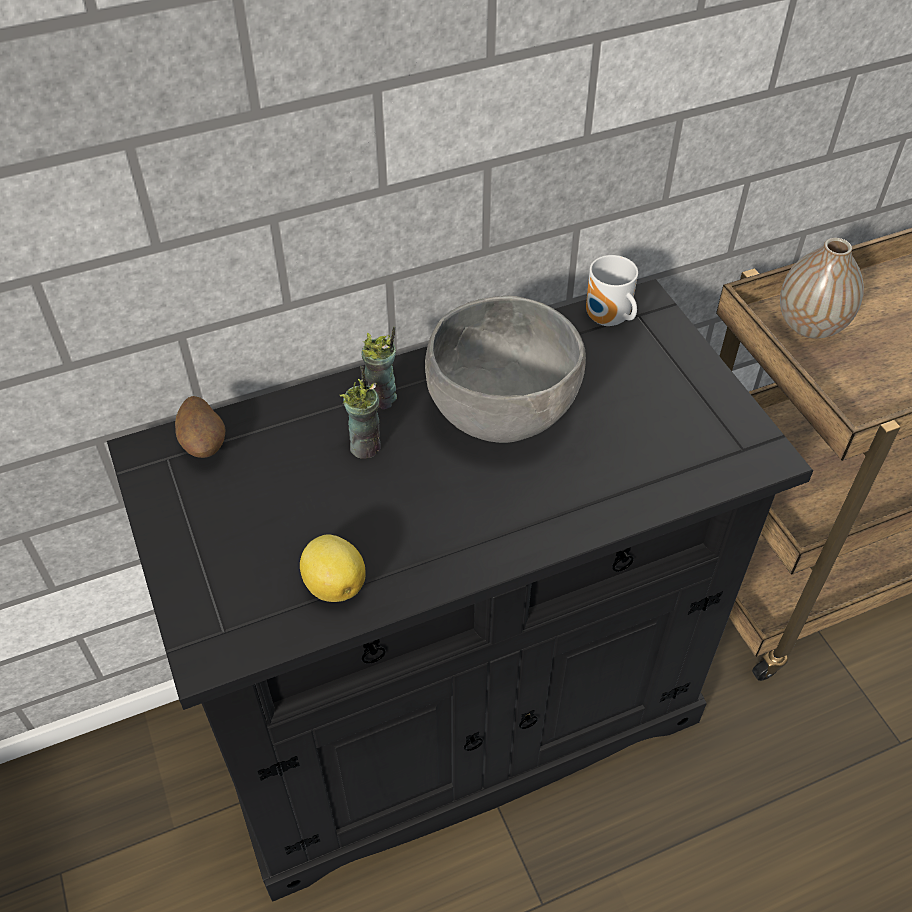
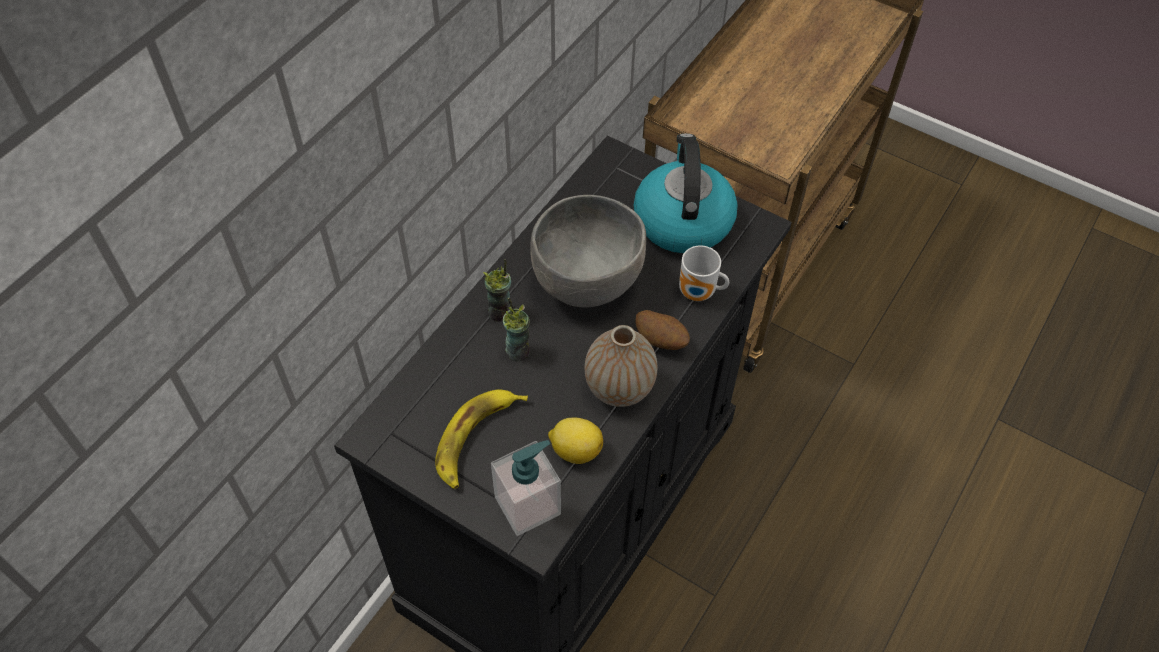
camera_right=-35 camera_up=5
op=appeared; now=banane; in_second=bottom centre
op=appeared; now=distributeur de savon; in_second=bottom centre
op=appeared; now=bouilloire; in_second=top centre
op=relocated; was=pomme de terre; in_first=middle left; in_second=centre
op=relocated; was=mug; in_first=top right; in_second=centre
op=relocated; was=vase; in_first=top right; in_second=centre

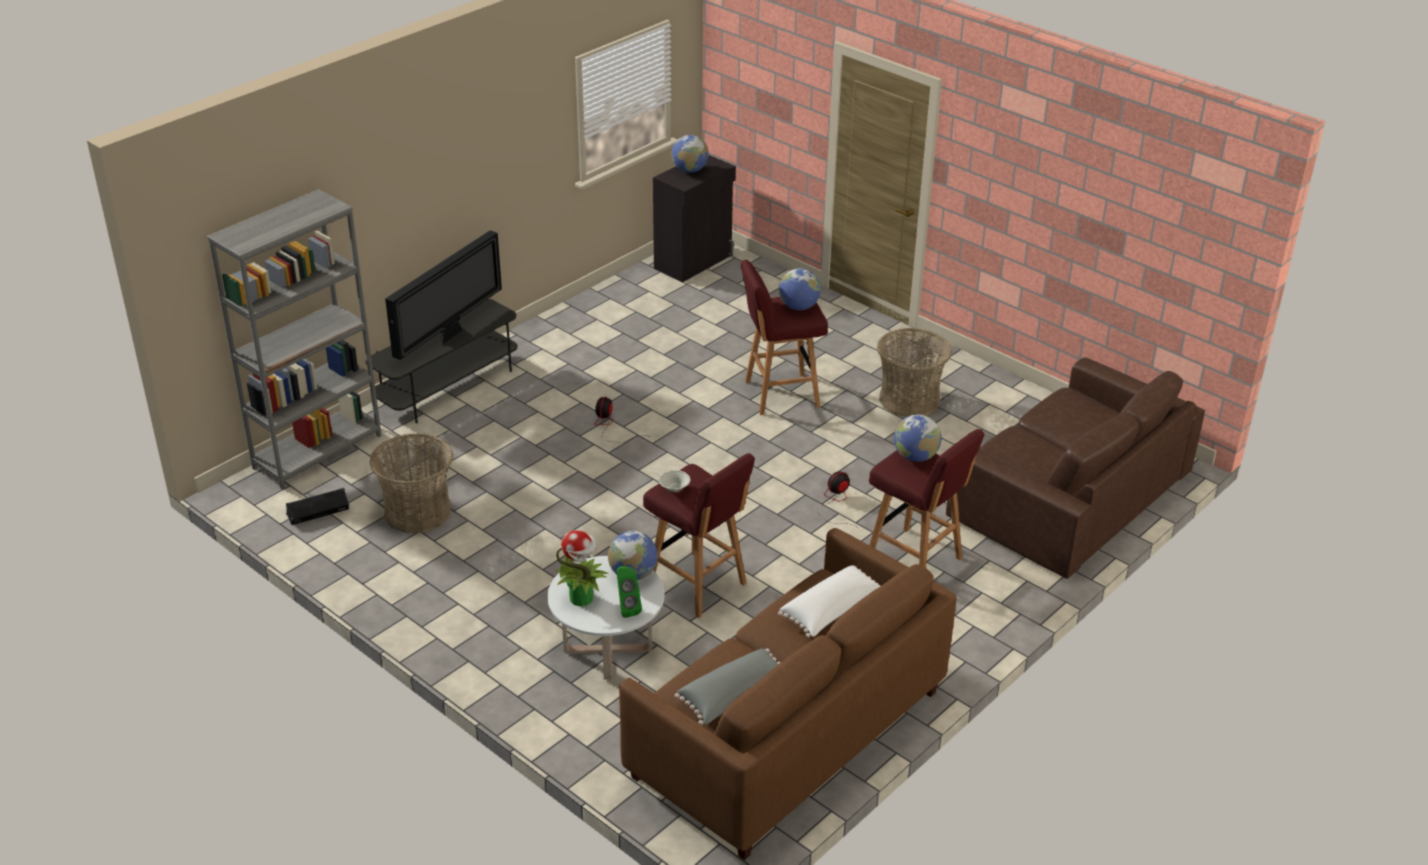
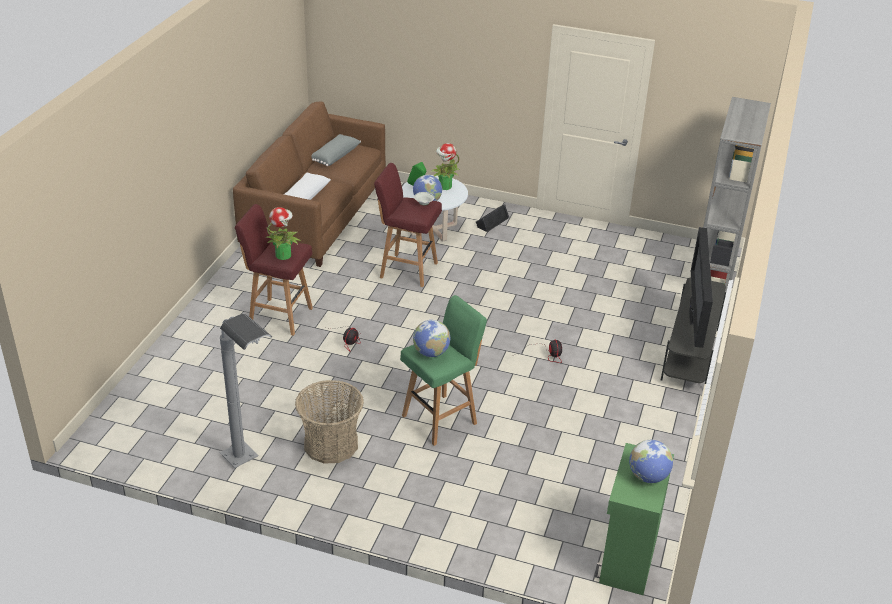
camera_right=155 camera_up=0
op=missing; was=panier (no. 1 from left); in_first=middle left
op=missing; was=canapé [marron] (no. 2 from left); in_first=middle right
op=appeared; now=lampadaire [gris]; in_second=middle left
op=relocated; was=enceinte [noir]; in_first=middle left; in_second=centre
op=exchanged; was=globe (no. 4 from left); now=plante en pot (no. 1 from left); in_first=centre; in_second=middle left
op=colour; was=meuble de rangement [noir]; now=meuble de rangement [vert]; in_first=top centre; in_second=bottom right
op=colour; was=tabouret [rouge] (no. 2 from left); now=tabouret [vert]; in_first=centre; in_second=centre

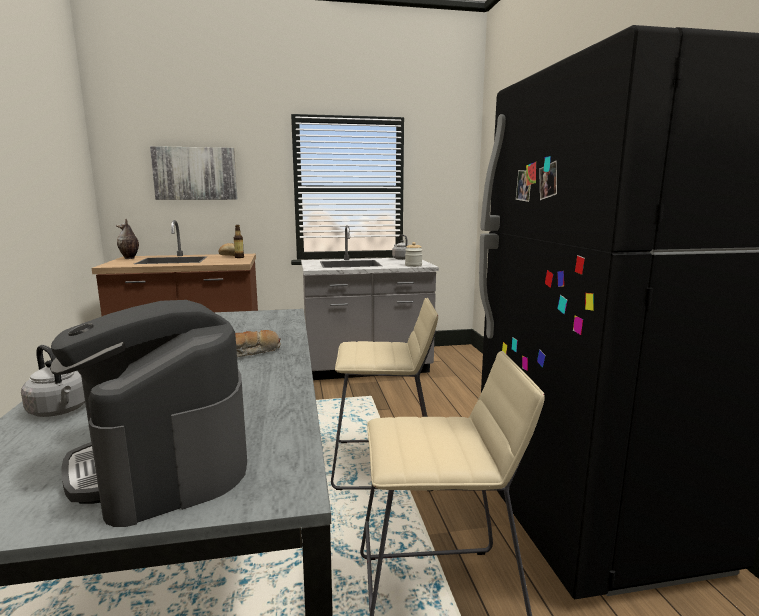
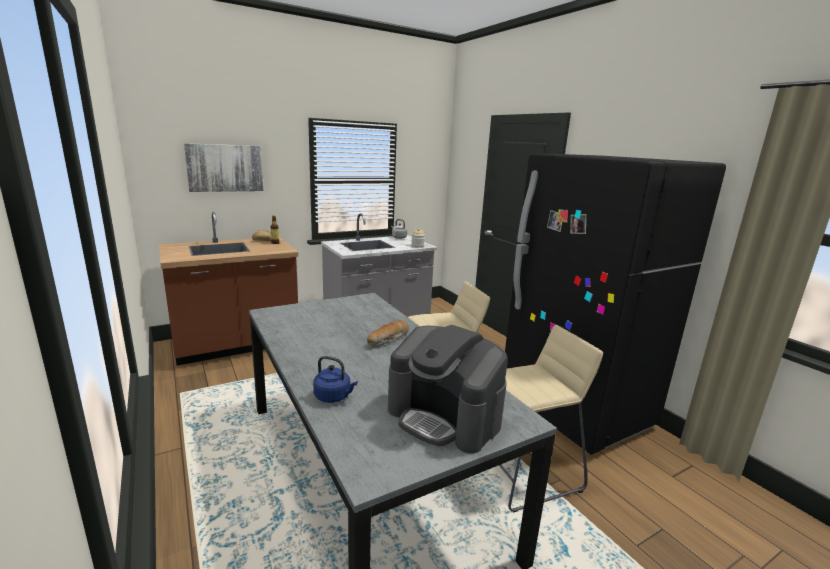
camera_right=-20 camera_up=5
op=missing; was=vase; in_first=middle left
op=colour; was=bouilloire [gris] (no. 1 from left); now=bouilloire [bleu]; in_first=middle left; in_second=centre

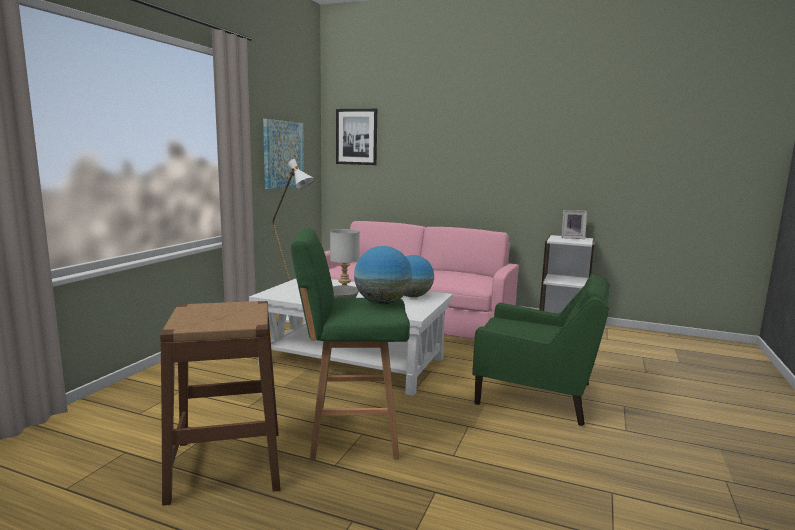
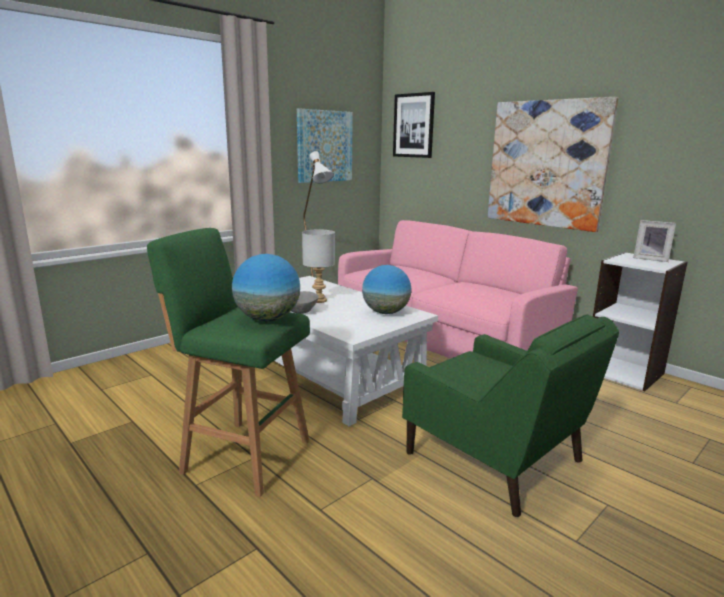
camera_right=25 camera_up=5
op=missing; was=tabouret [marron]; in_first=bottom left
op=appeared; now=tableau (no. 3 from left); in_second=top right

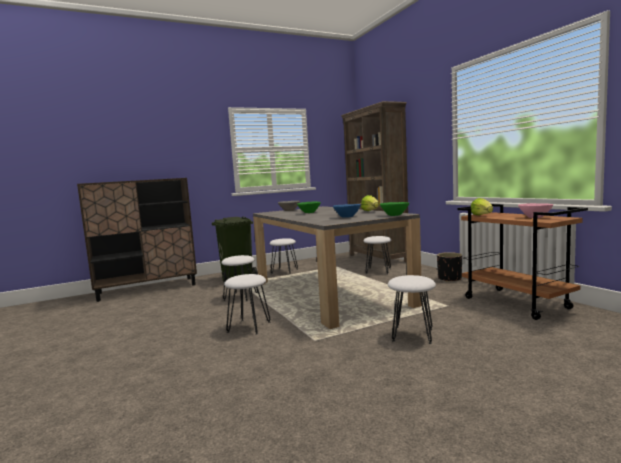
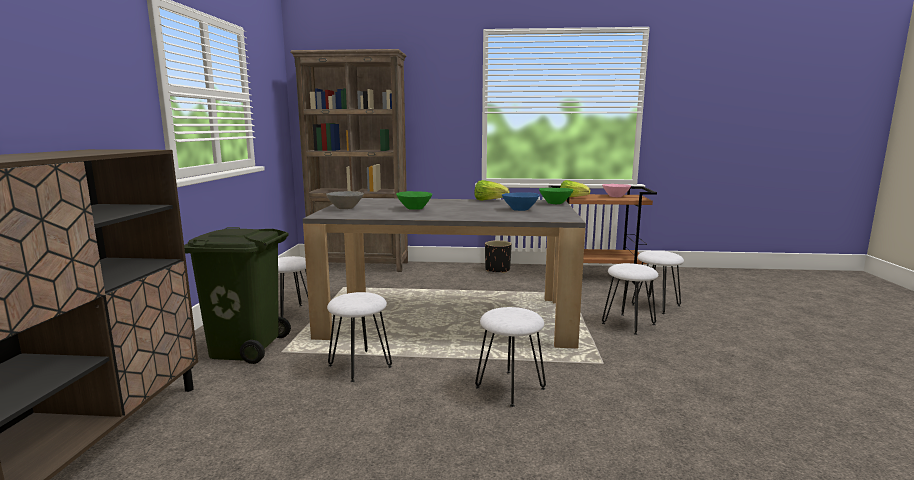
camera_right=-60 camera_up=5
op=relocated; was=tabouret [blanc] (no. 4 from left in the first image); now=tabouret [blanc] (no. 5 from left); in_first=centre; in_second=middle right

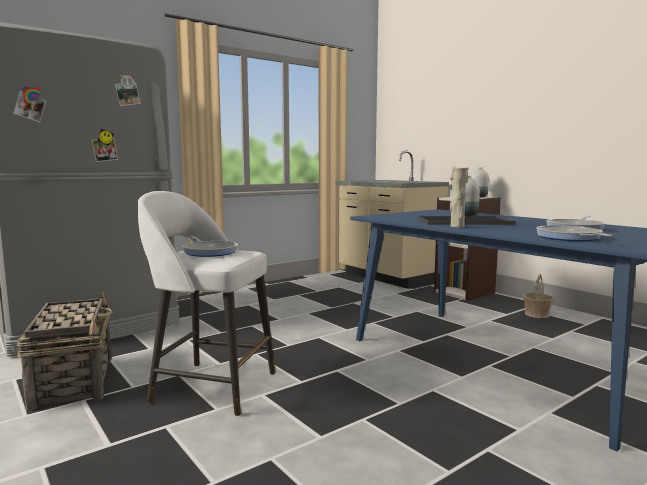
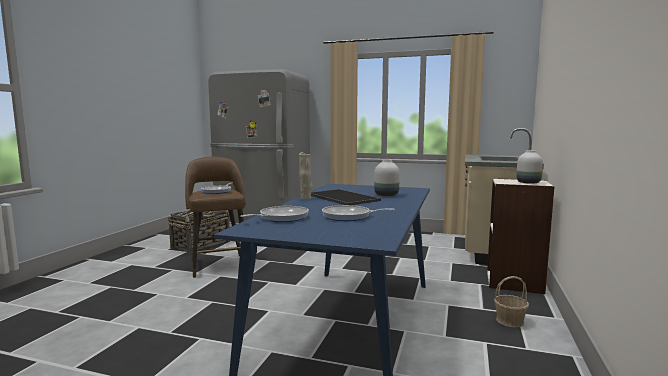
camera_right=55 camera_up=0
op=colour; was=tabouret [blanc]; now=tabouret [marron]; in_first=middle left; in_second=middle left

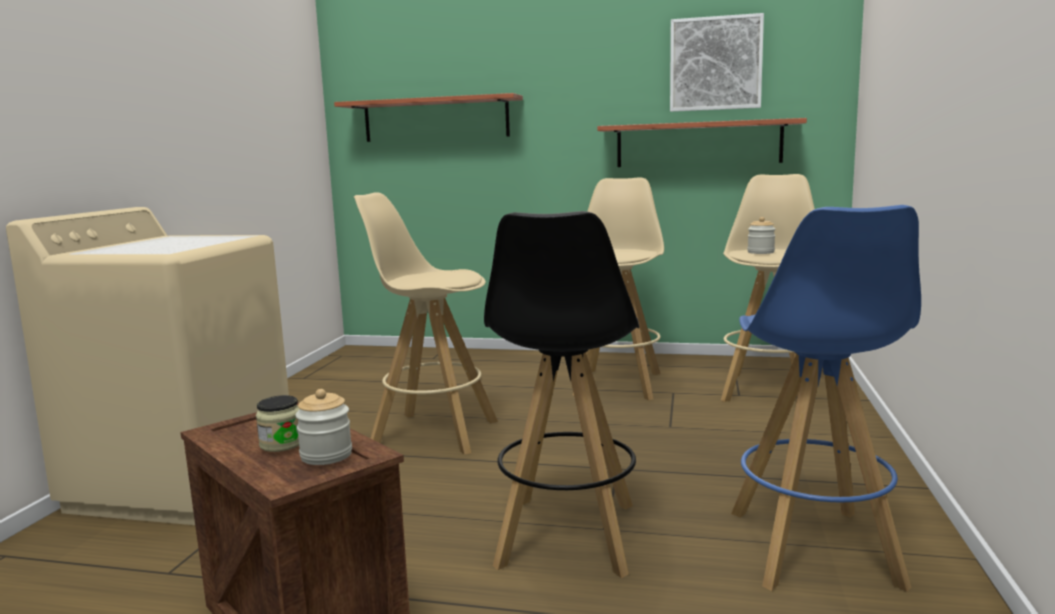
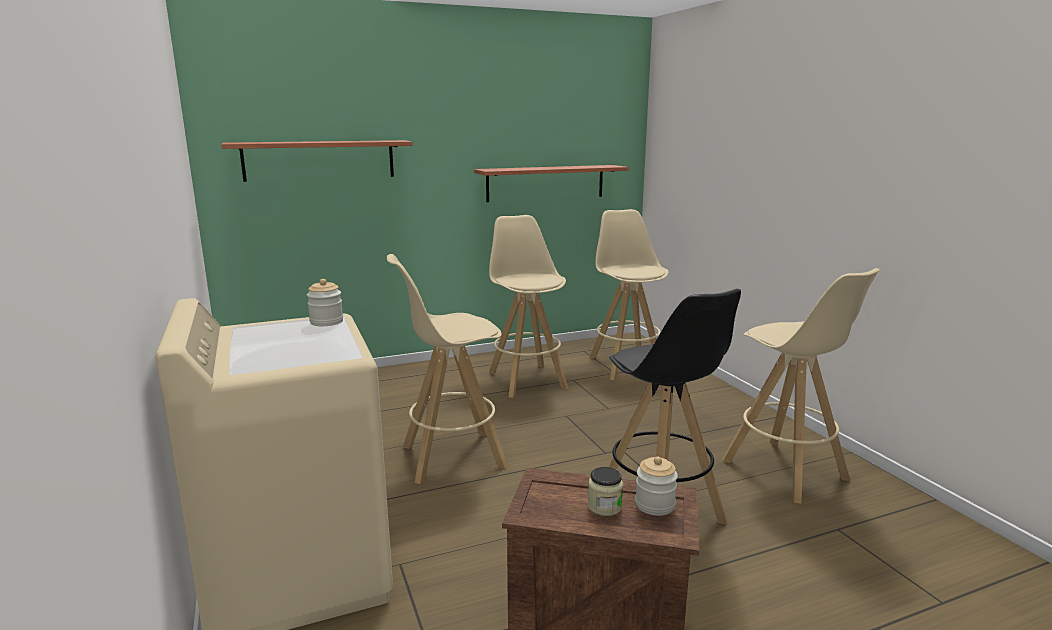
camera_right=-35 camera_up=5
op=missing; was=tableau; in_first=top right
op=relocated; was=bocal (no. 3 from left in the first image); now=bocal (no. 1 from left); in_first=middle right; in_second=middle left
op=colour; was=tabouret [bleu]; now=tabouret [beige] (no. 4 from left); in_first=middle right; in_second=middle right

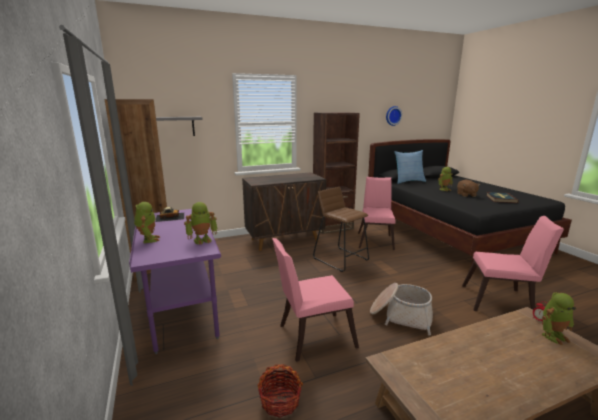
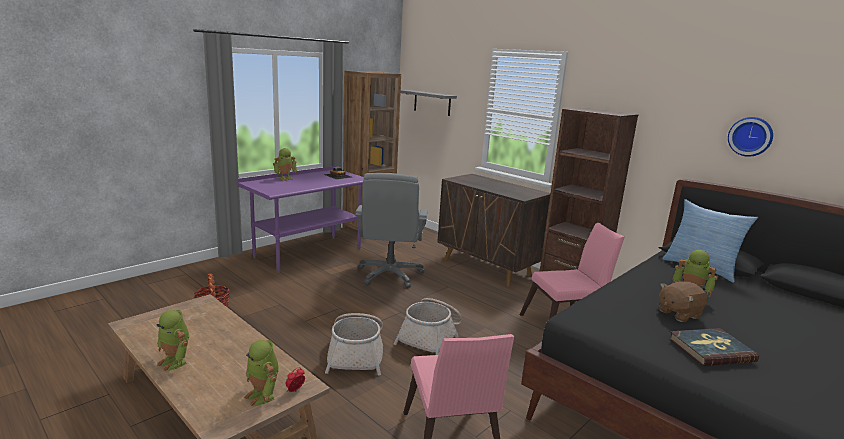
camera_right=65 camera_up=0
op=missing; was=chaise [rose] (no. 1 from left); in_first=bottom centre
op=missing; was=tabouret [marron]; in_first=centre
op=appeared; now=chaise de bureau [gris]; in_second=centre
op=appeared; now=panier (no. 3 from left); in_second=bottom centre
op=relocated; was=robot jouet (no. 2 from left in the first image); now=robot jouet (no. 1 from left); in_first=centre; in_second=bottom left

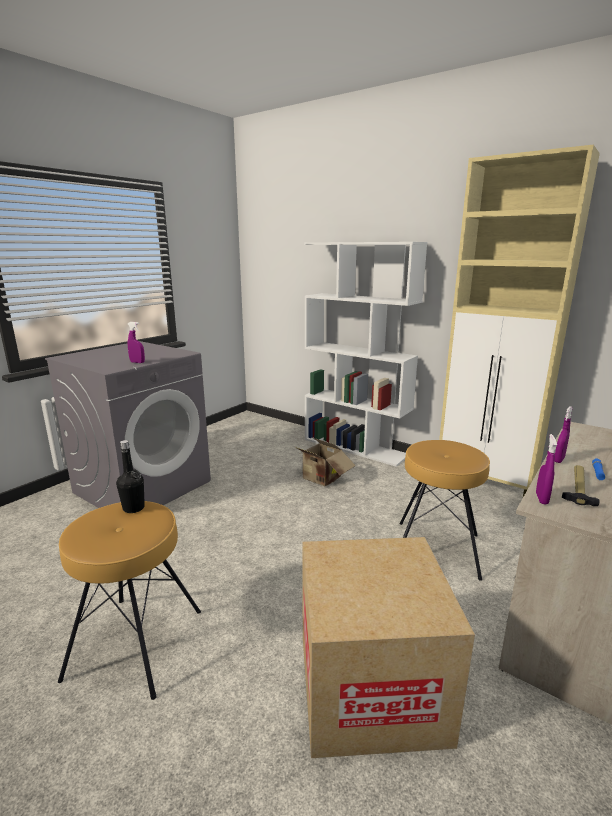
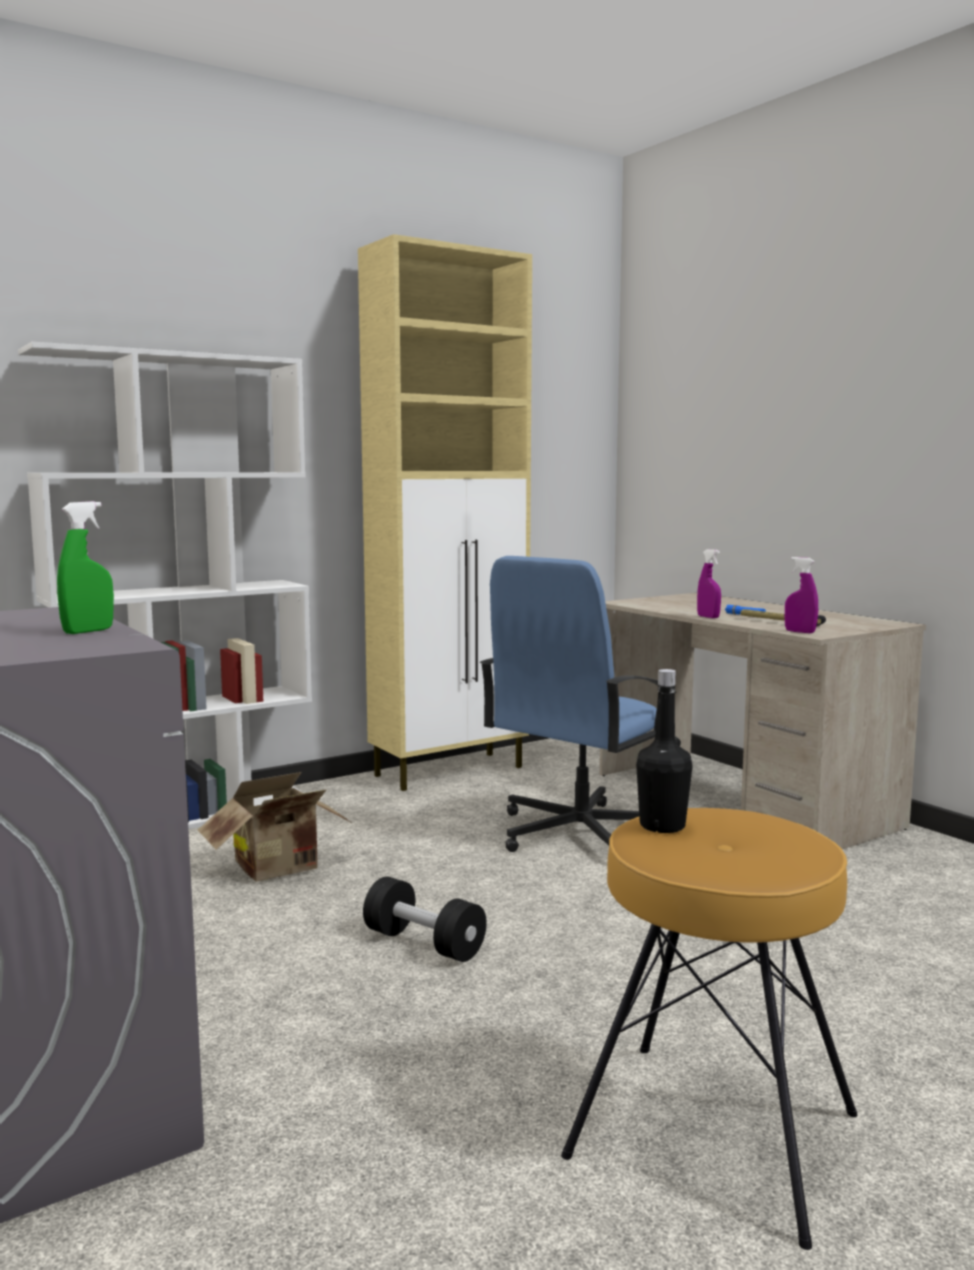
camera_right=-70 camera_up=-10
op=missing; was=carton (no. 2 from left); in_first=bottom centre
op=appeared; now=haltère [noir]; in_second=bottom centre
op=exchanged; was=tabouret [marron] (no. 2 from left); now=chaise de bureau [bleu]; in_first=middle right; in_second=centre
op=colour; was=vaporisateur [violet] (no. 1 from left); now=vaporisateur [vert]; in_first=middle left; in_second=middle left

